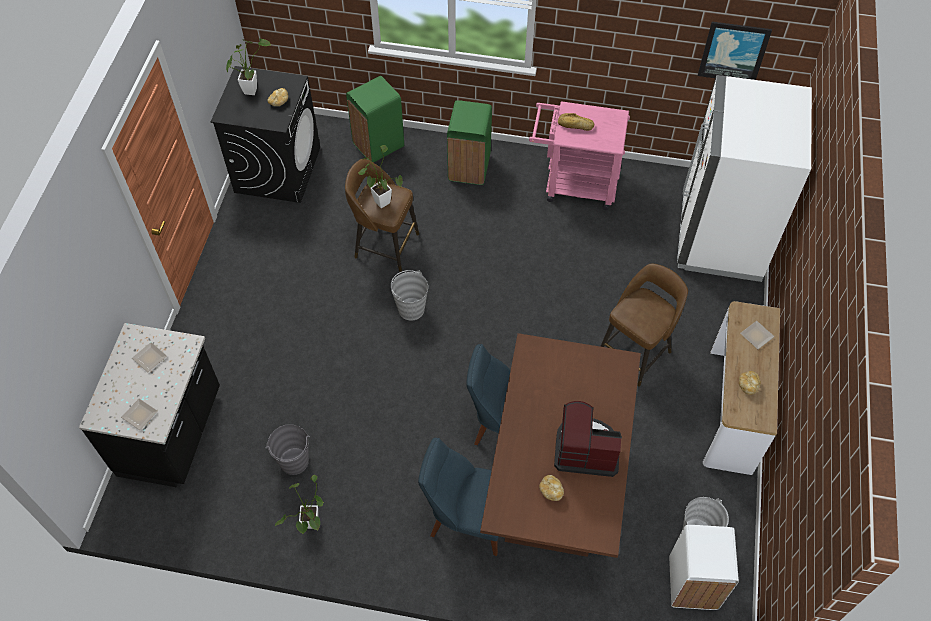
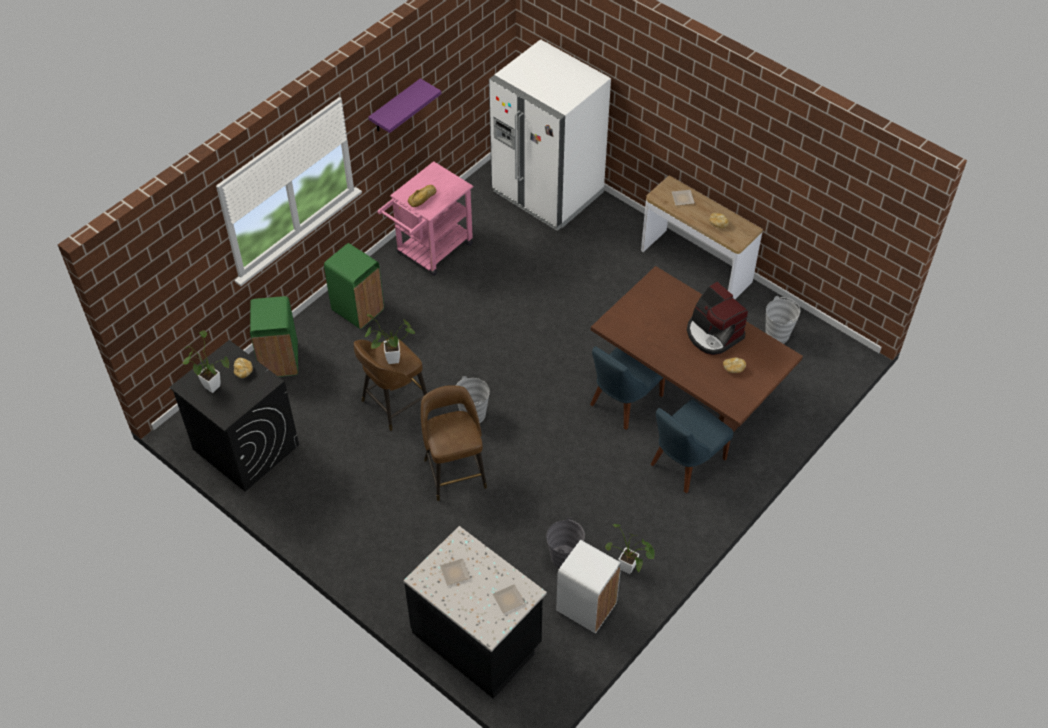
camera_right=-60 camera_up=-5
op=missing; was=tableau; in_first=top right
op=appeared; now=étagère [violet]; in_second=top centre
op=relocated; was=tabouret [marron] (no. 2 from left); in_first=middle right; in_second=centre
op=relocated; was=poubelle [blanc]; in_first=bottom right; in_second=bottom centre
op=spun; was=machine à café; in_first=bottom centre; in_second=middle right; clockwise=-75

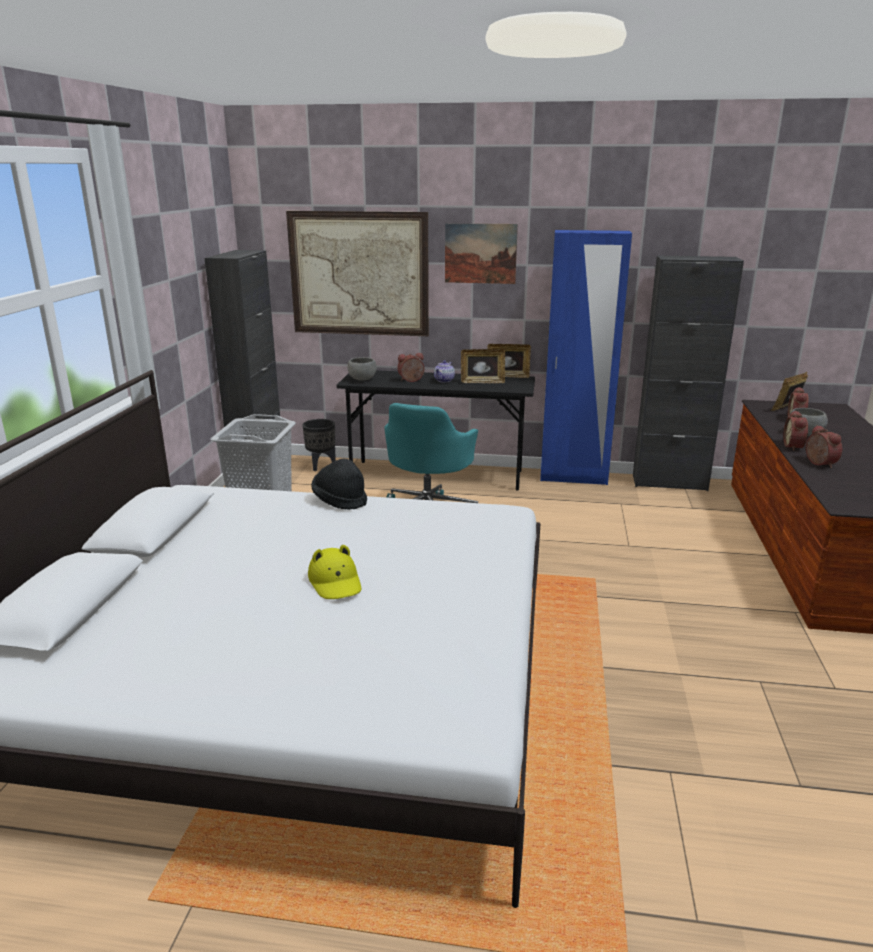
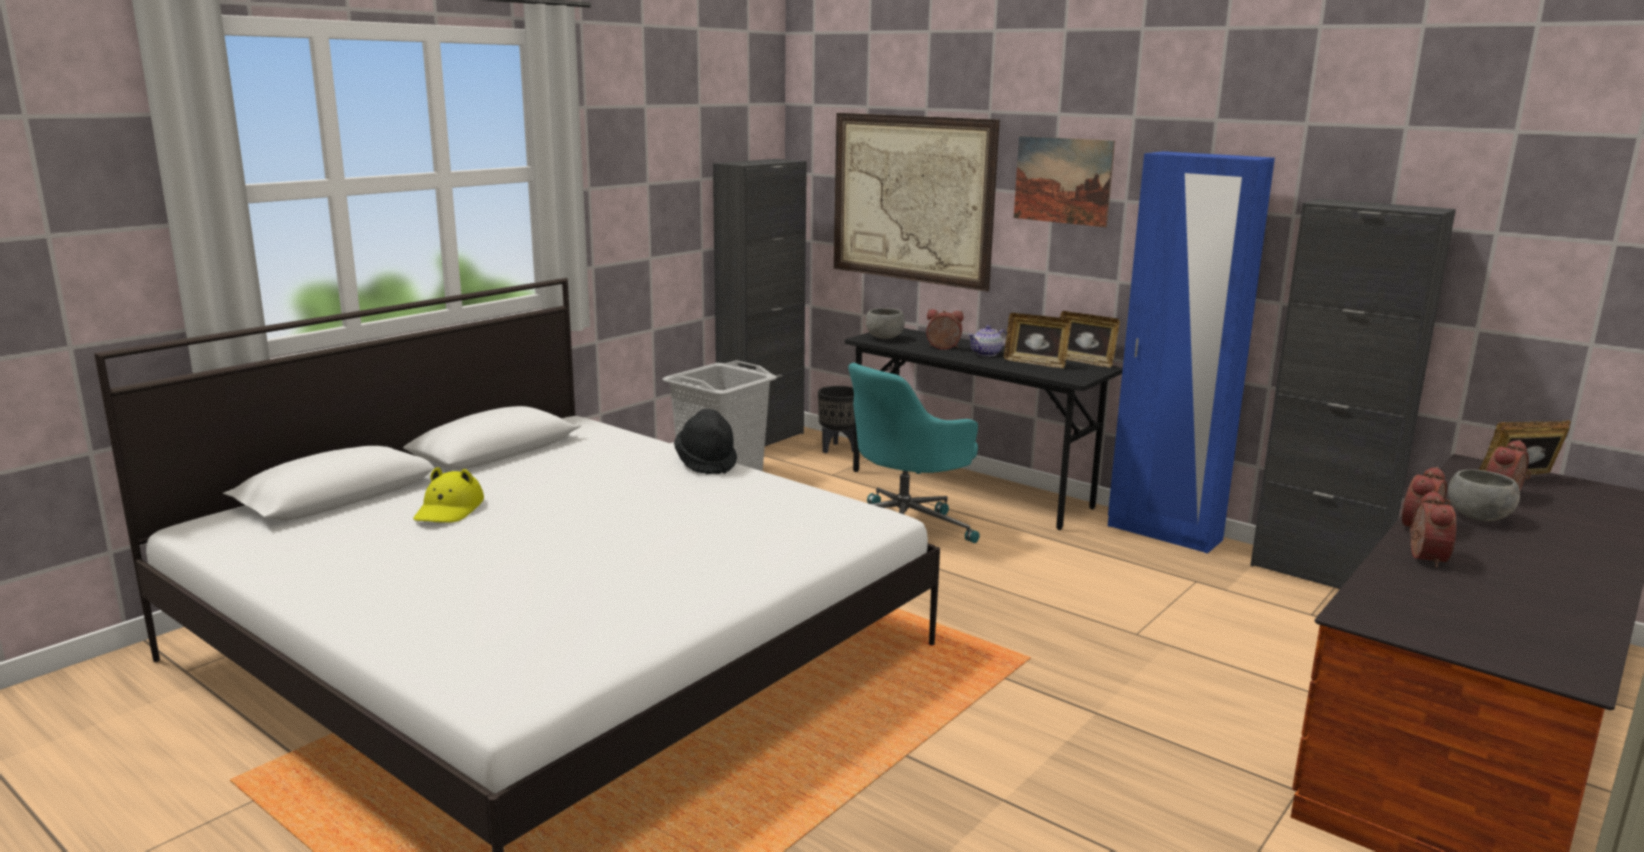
camera_right=30 camera_up=-5
op=relocated; was=chapeau [jaune]; in_first=centre; in_second=middle left

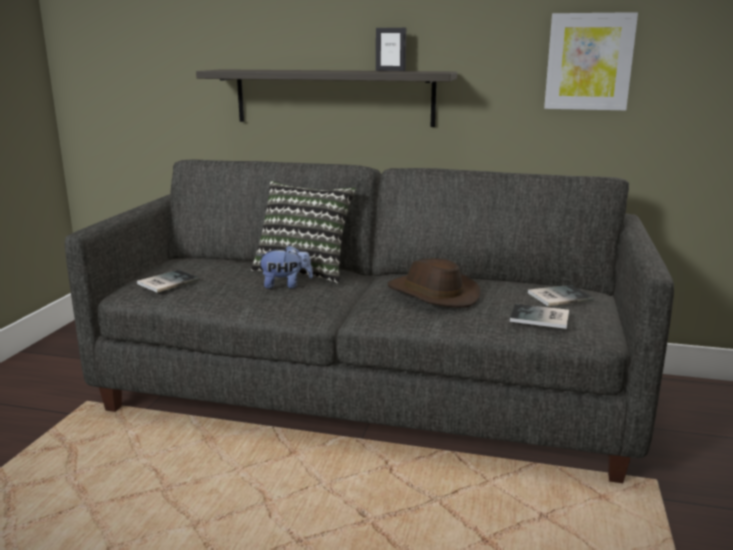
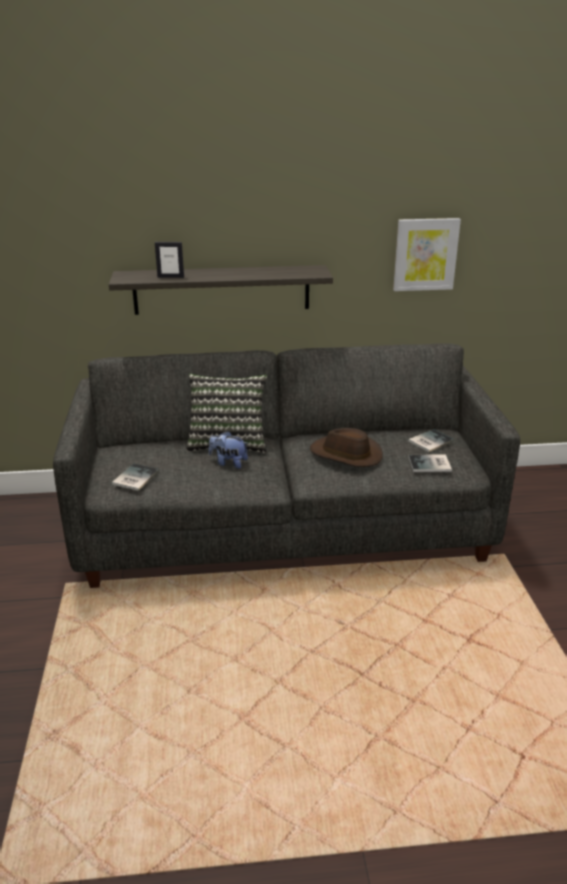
camera_right=-20 camera_up=10
op=relocated; was=cadre photo; in_first=top centre; in_second=top left
op=spun; was=peluche; in_first=centre; in_second=centre; clockwise=-135

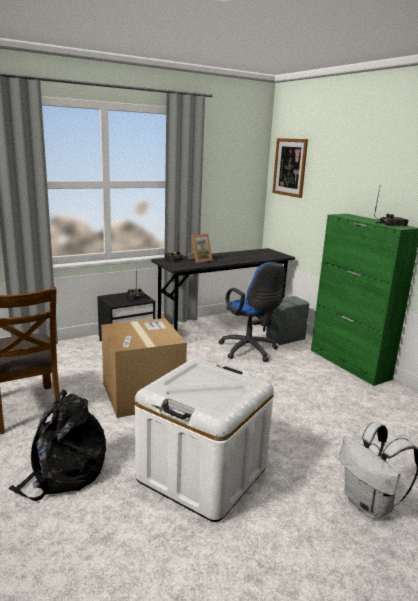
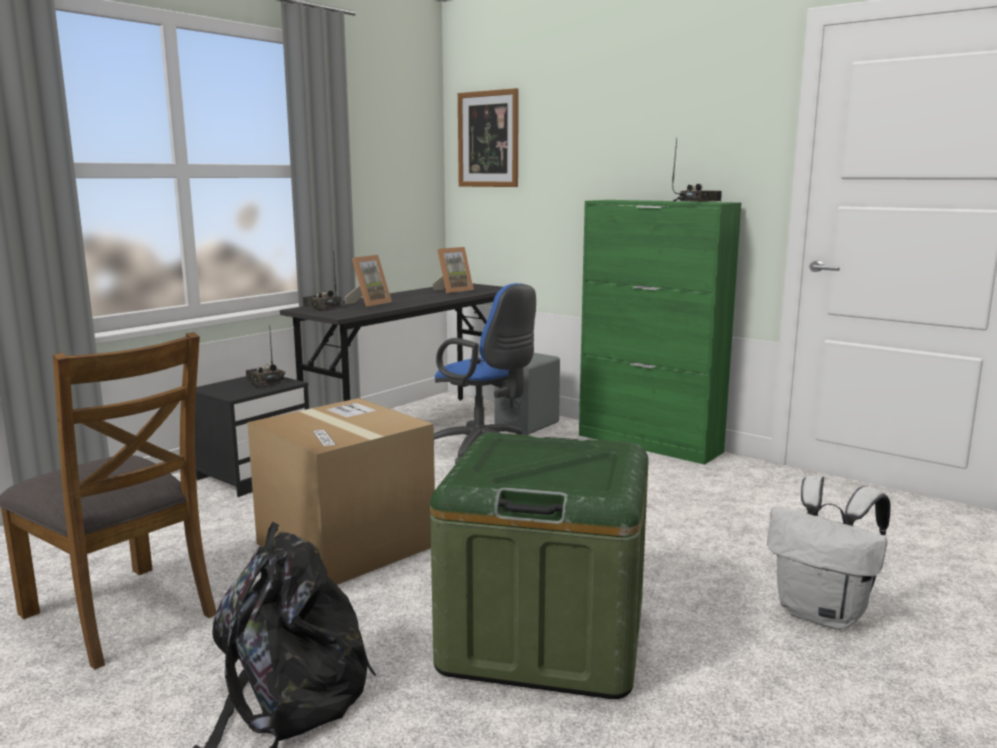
camera_right=-20 camera_up=-5
op=appeared; now=cadre photo (no. 2 from left); in_second=centre
op=colour; was=boîte de rangement [blanc]; now=boîte de rangement [vert]; in_first=bottom centre; in_second=bottom centre

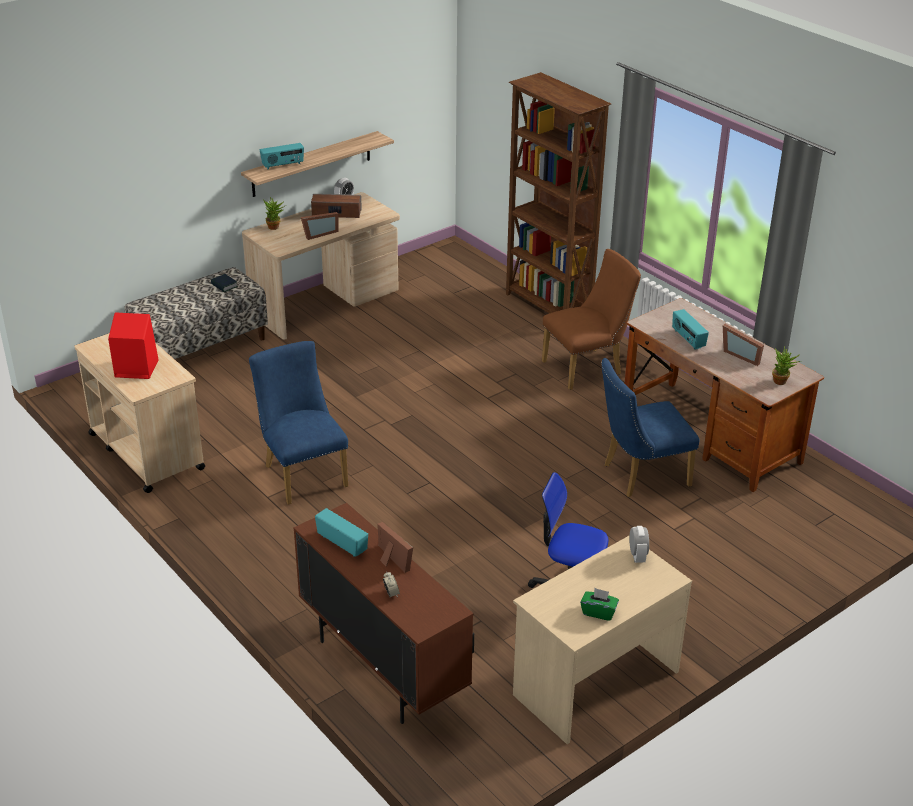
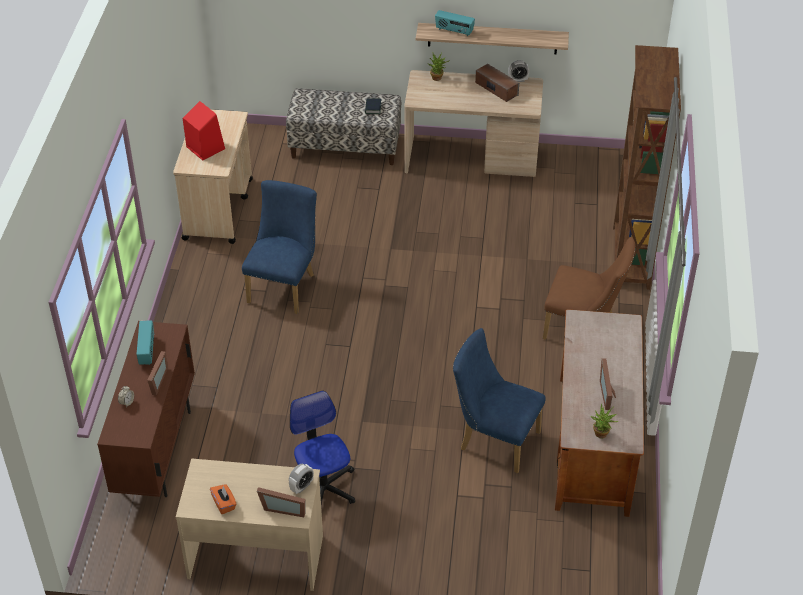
camera_right=45 camera_up=10
op=missing; was=radio (no. 3 from left); in_first=middle right
op=relocated; was=cadre photo (no. 1 from left in the first image); now=cadre photo (no. 2 from left); in_first=top centre; in_second=bottom centre
op=colour; was=boîte à mouchoirs [vert]; now=boîte à mouchoirs [orange]; in_first=bottom centre; in_second=bottom left

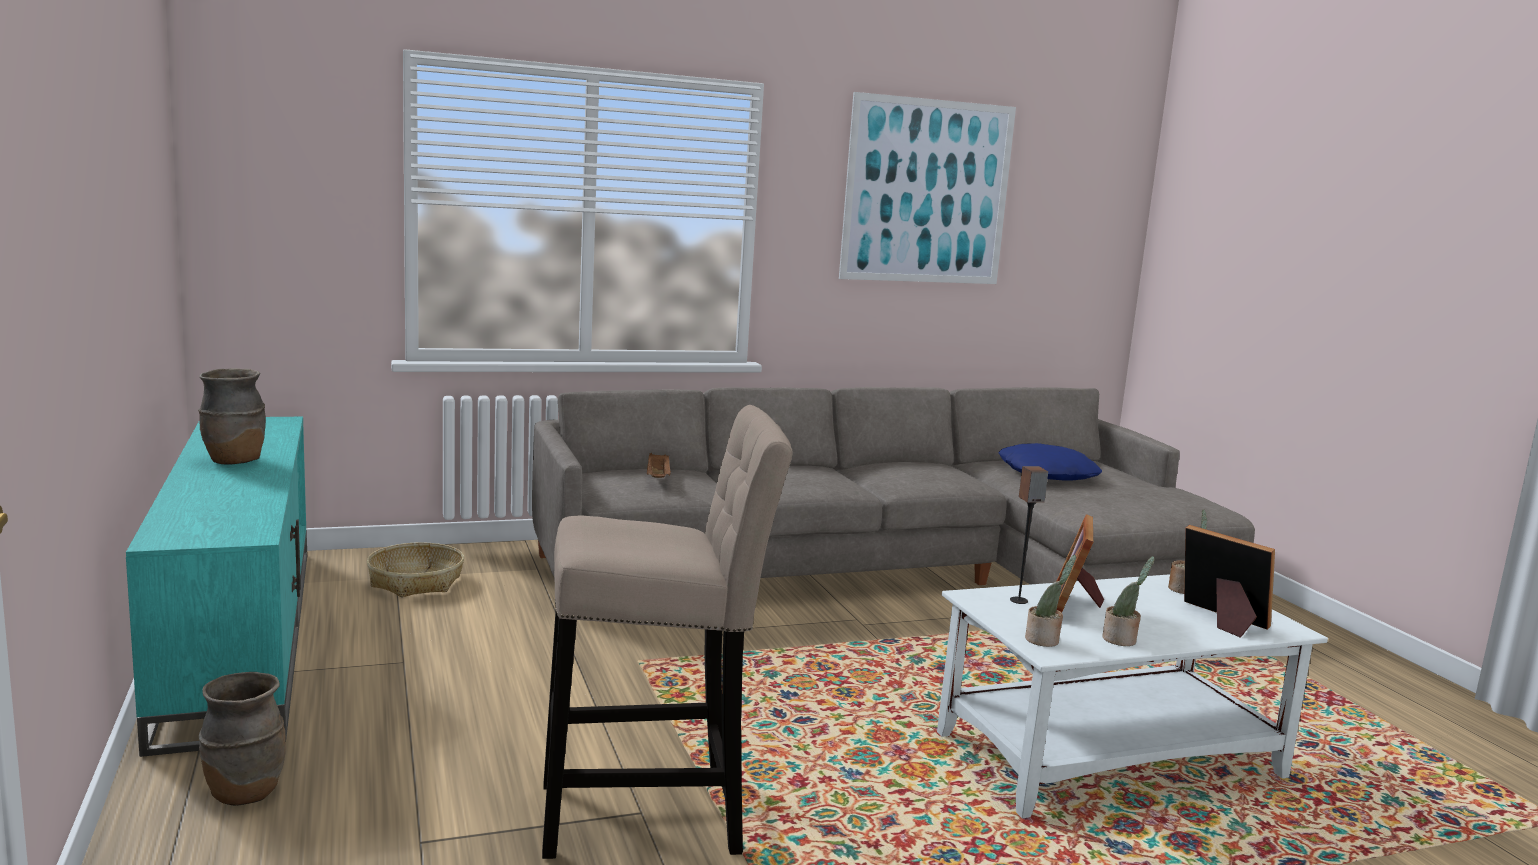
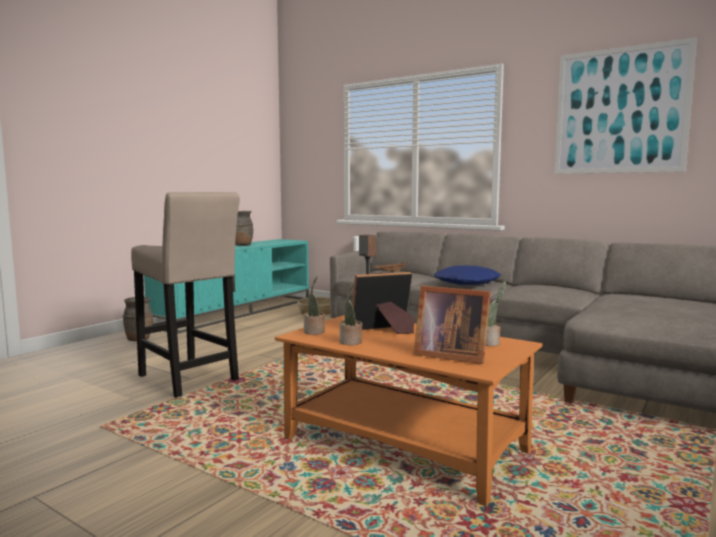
camera_right=55 camera_up=-5
op=relocated; was=coussin [bleu]; in_first=middle right; in_second=centre
op=colour; was=table basse [blanc]; now=table basse [orange]; in_first=bottom right; in_second=bottom centre
op=spun; was=cadre photo (no. 2 from left); in_first=bottom right; in_second=centre; clockwise=105

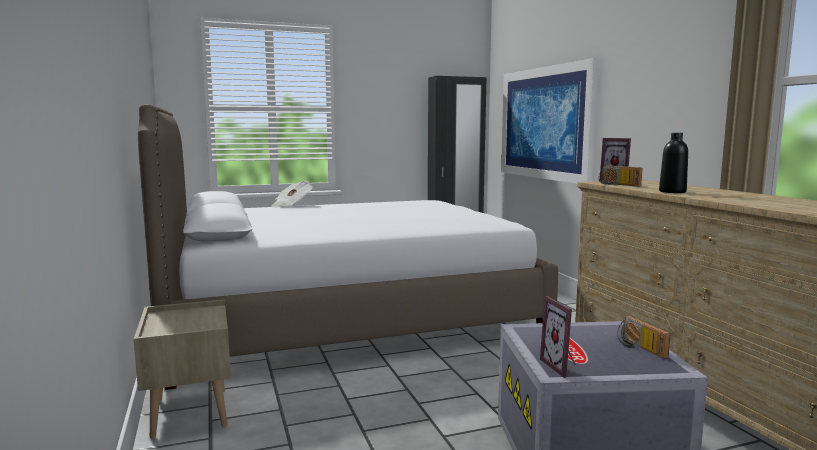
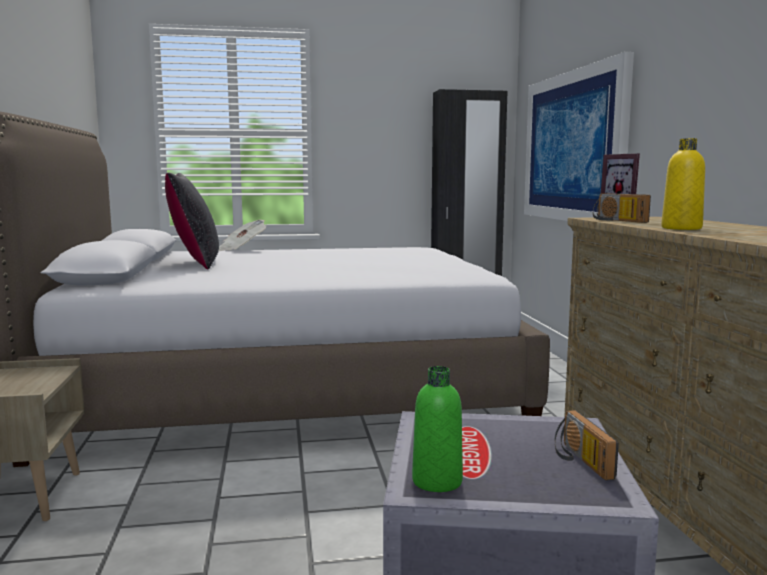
camera_right=10 camera_up=0
op=appeared; now=coussin [noir]; in_second=middle left
op=exchanged; was=cadre photo (no. 1 from left); now=bouteille [vert]; in_first=bottom right; in_second=bottom centre
op=colour; was=bouteille [noir]; now=bouteille [jaune]; in_first=middle right; in_second=top right

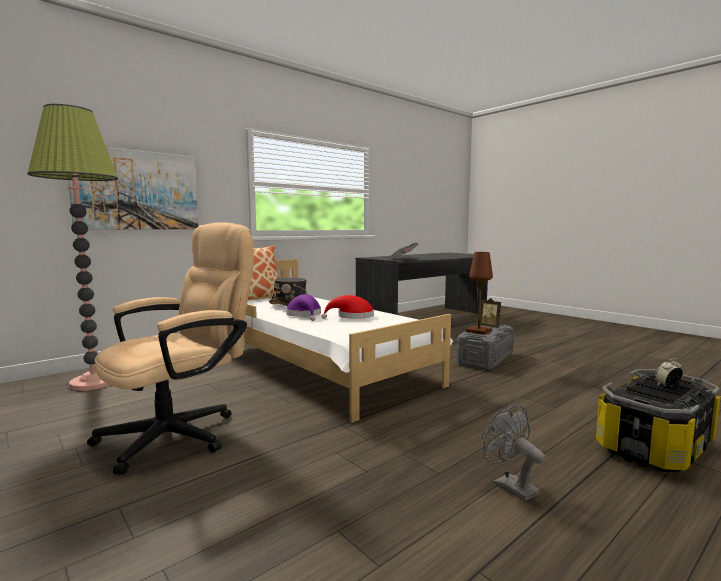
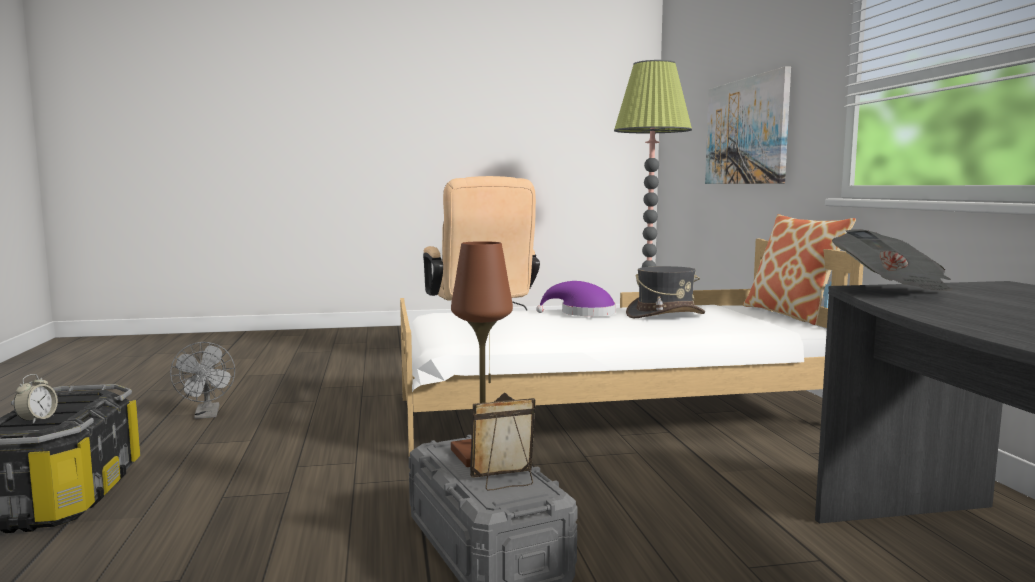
camera_right=120 camera_up=0
op=missing; was=chapeau [rouge]; in_first=centre
op=spun; was=ventilateur [gris]; in_first=bottom right; in_second=middle left; clockwise=75

